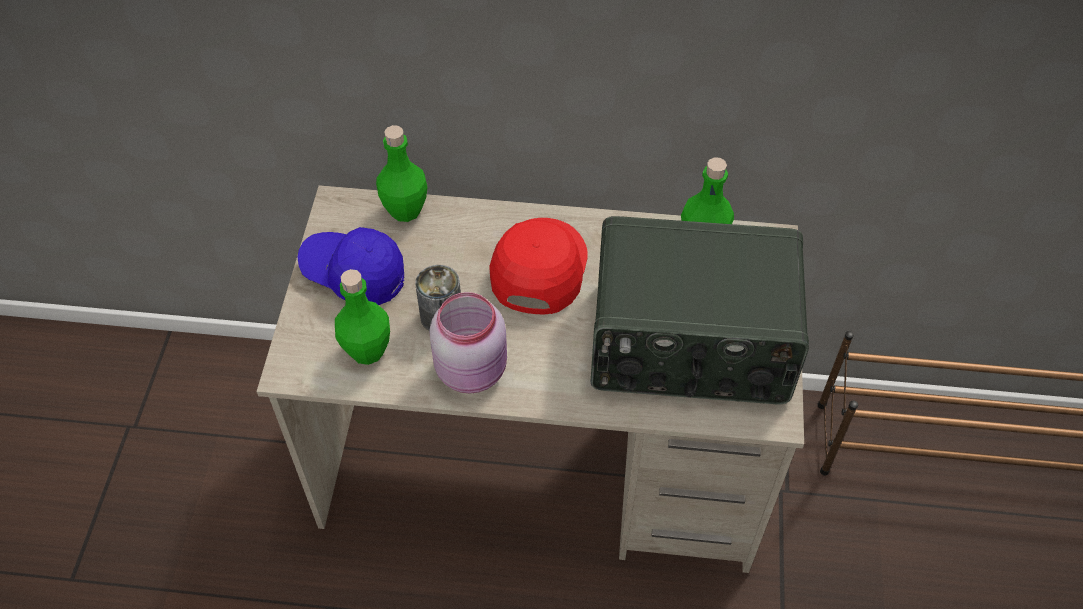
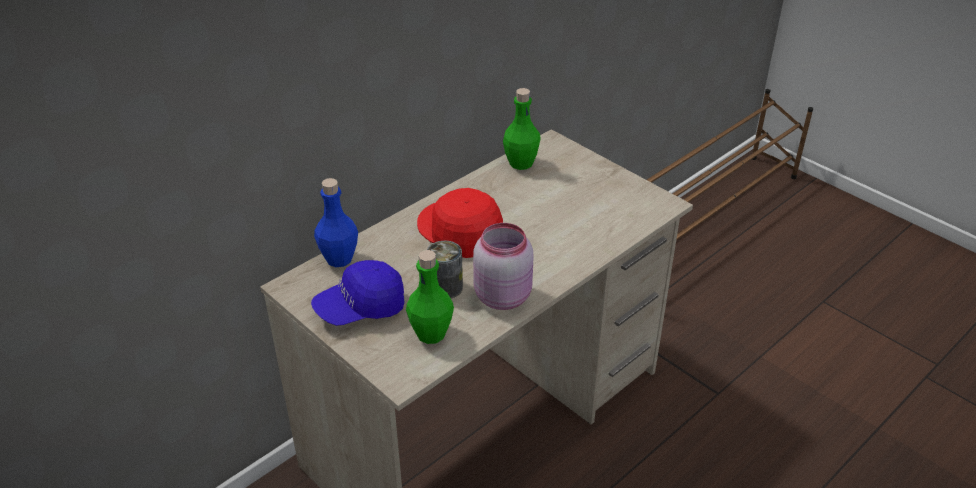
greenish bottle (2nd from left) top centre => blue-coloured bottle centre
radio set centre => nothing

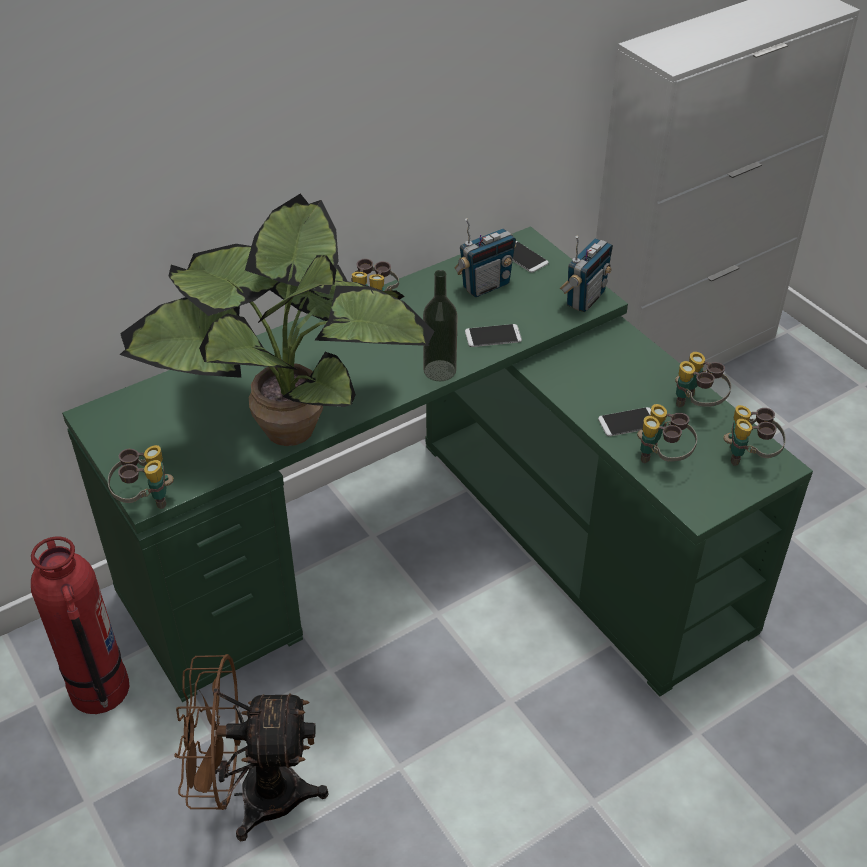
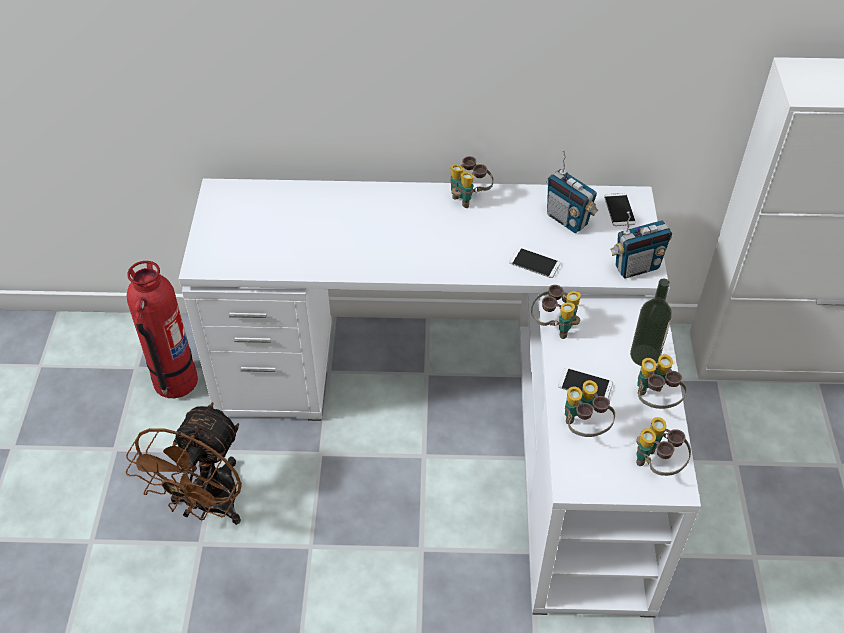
brownish electric fan bottom left, 105 degrees counterclockwise
greenish desk table centre => white desk table centre
pair of binoculars (1st from left in the first image) middle left => pair of binoculars (2nd from left) centre, moved
radio set (1st from left) top centre => radio set (1st from left) top right, 45 degrees clockwise
bottle centre => bottle middle right, moved
potted plant middle left => nothing

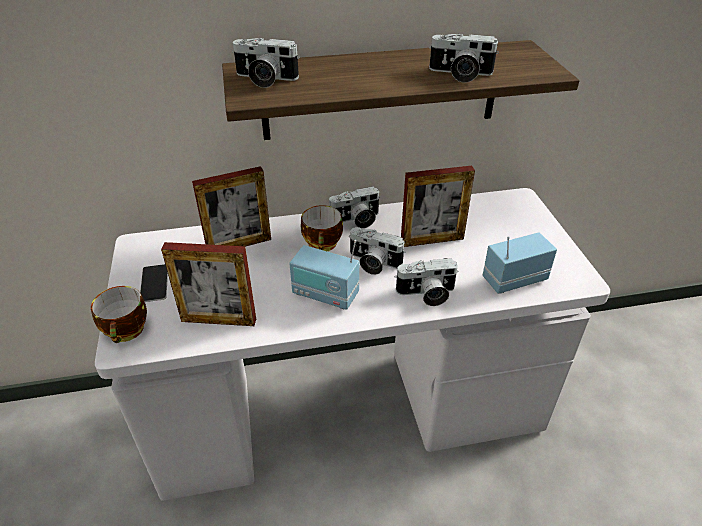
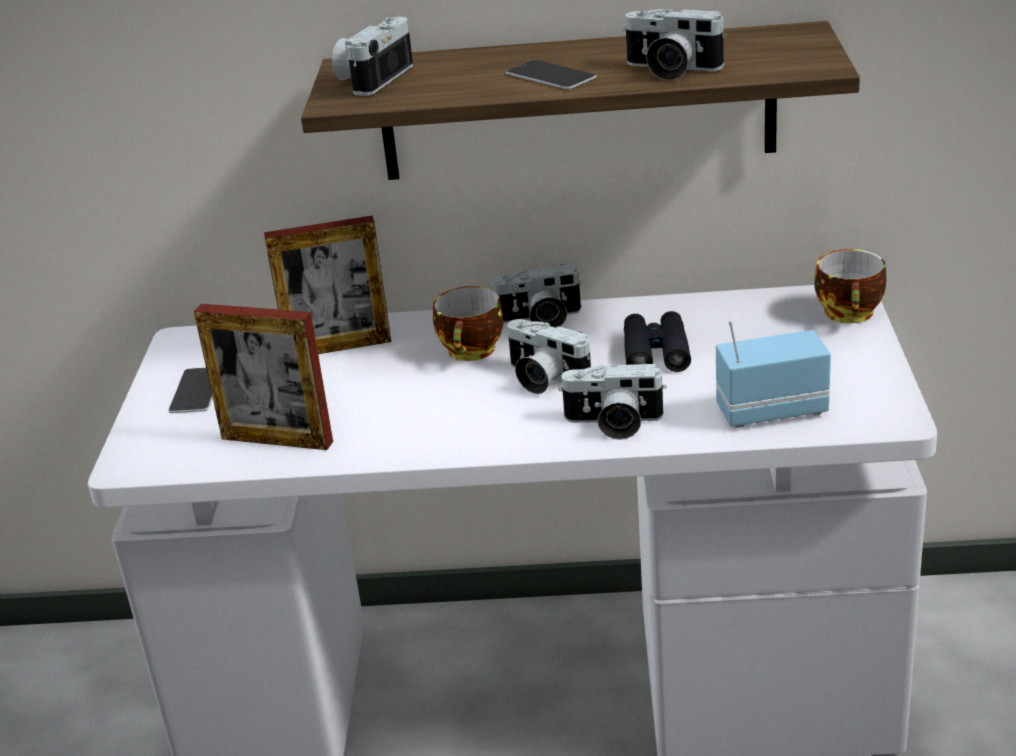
photo camera (1st from left) top centre, 90 degrees clockwise
nothing => phone (2nd from left) top centre
standing frame (3rd from left) centre => black pair of binoculars centre
drinking cup (1st from left in the first image) middle left => drinking cup (2nd from left) middle right, moved
radio set (1st from left) centre => nothing

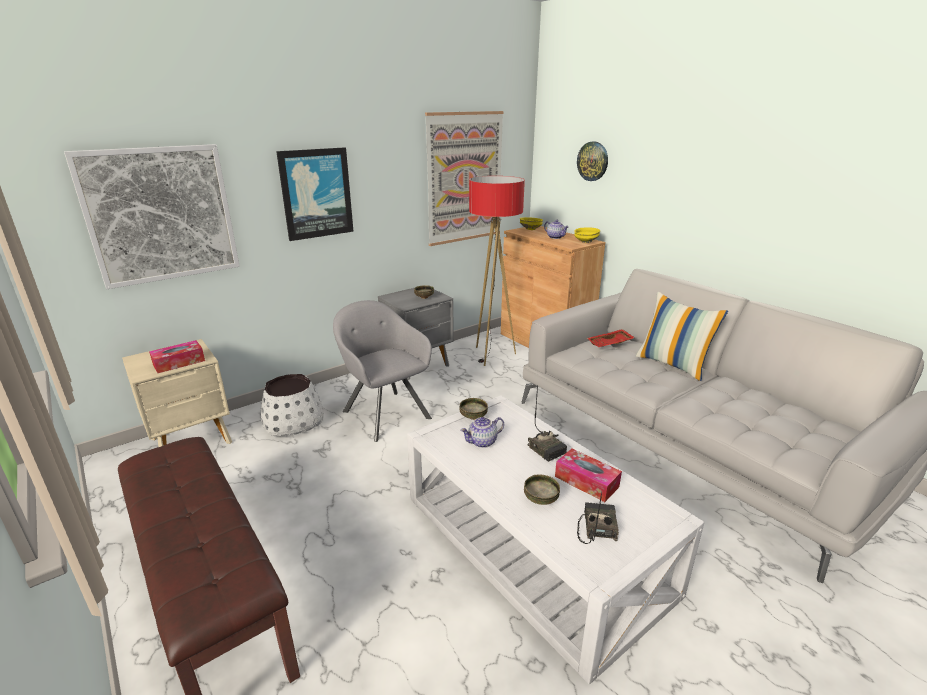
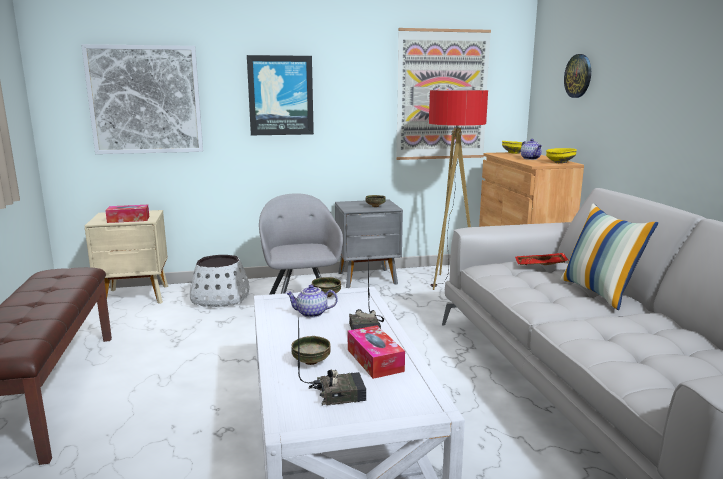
radio set (2nd from left in the first image) bottom centre => radio set (1st from left) bottom centre, 45 degrees clockwise

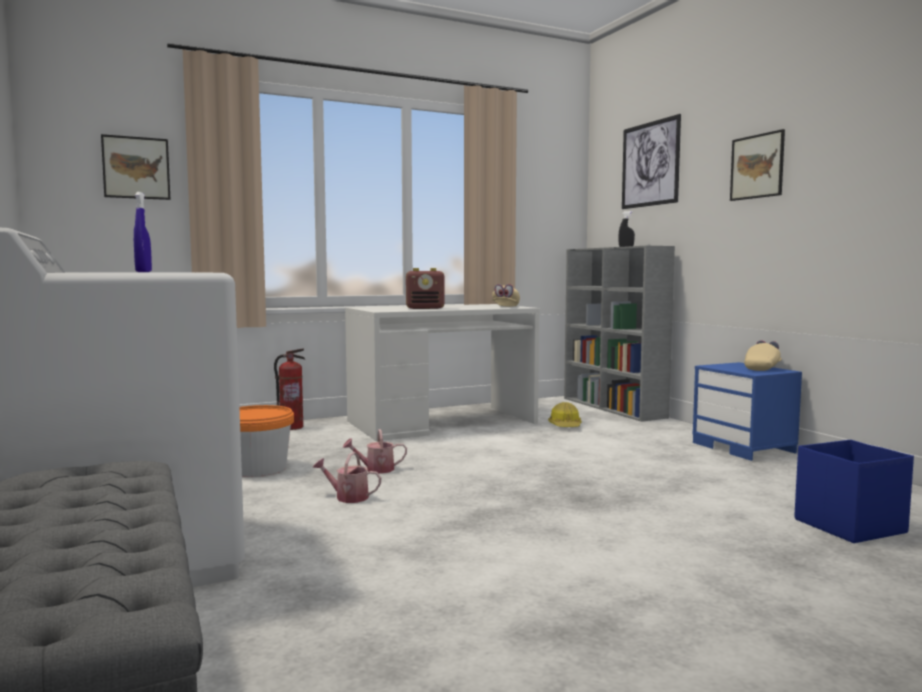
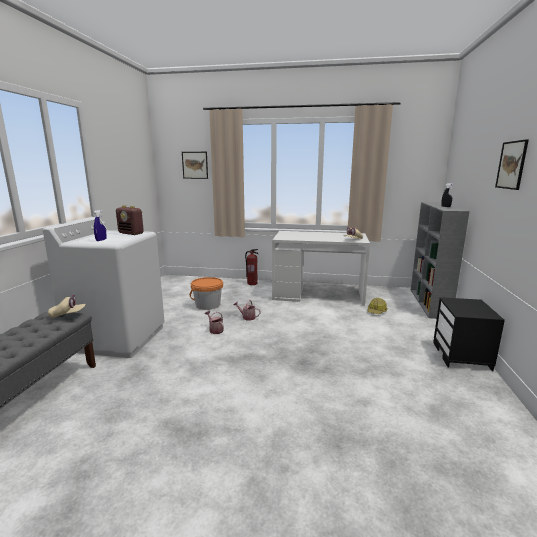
sand-coloured baseball cap (2nd from left in the first image) middle right => sand-coloured baseball cap (1st from left) middle left, moved
radio set centre => radio set middle left, moved
blue-coloured nightstand middle right => black nightstand middle right
wall picture (2nd from left) top right => nothing
blue-coloured storage container bottom right => nothing

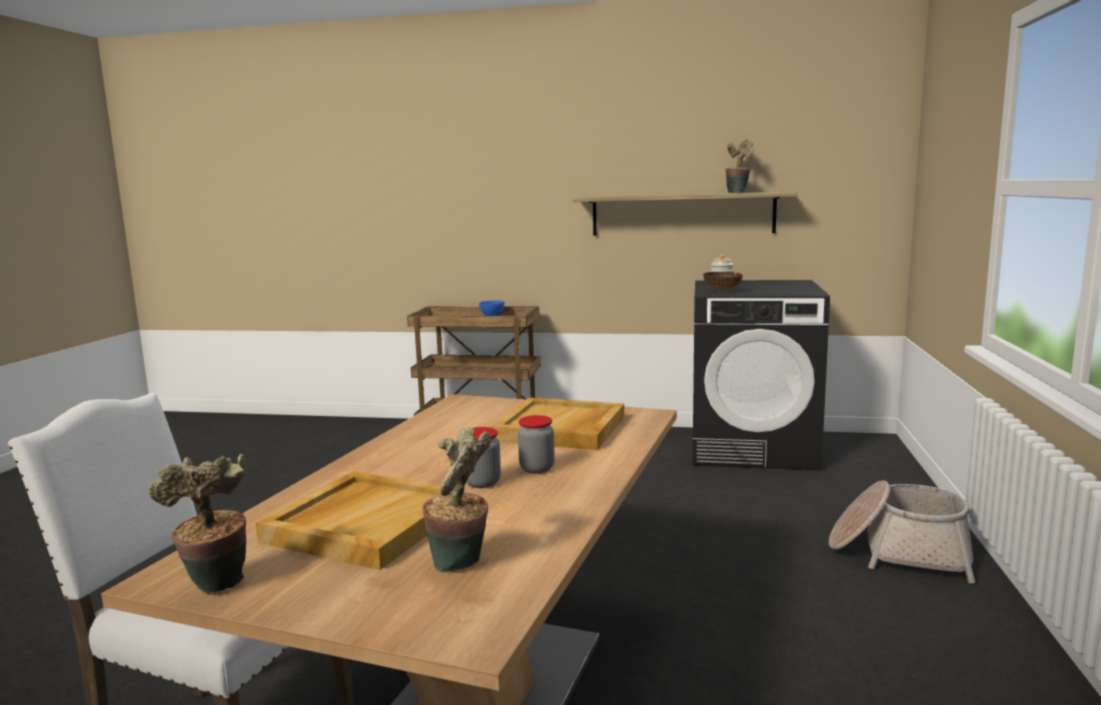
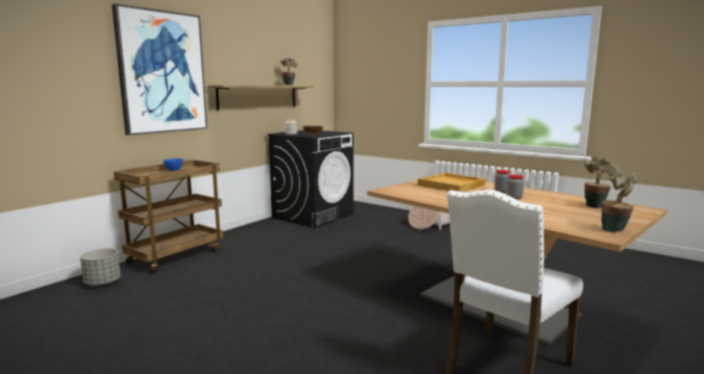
nothing => grey plant pot bottom left
nothing => wall picture top left
sand-coloured tray (1st from left) bottom left => nothing

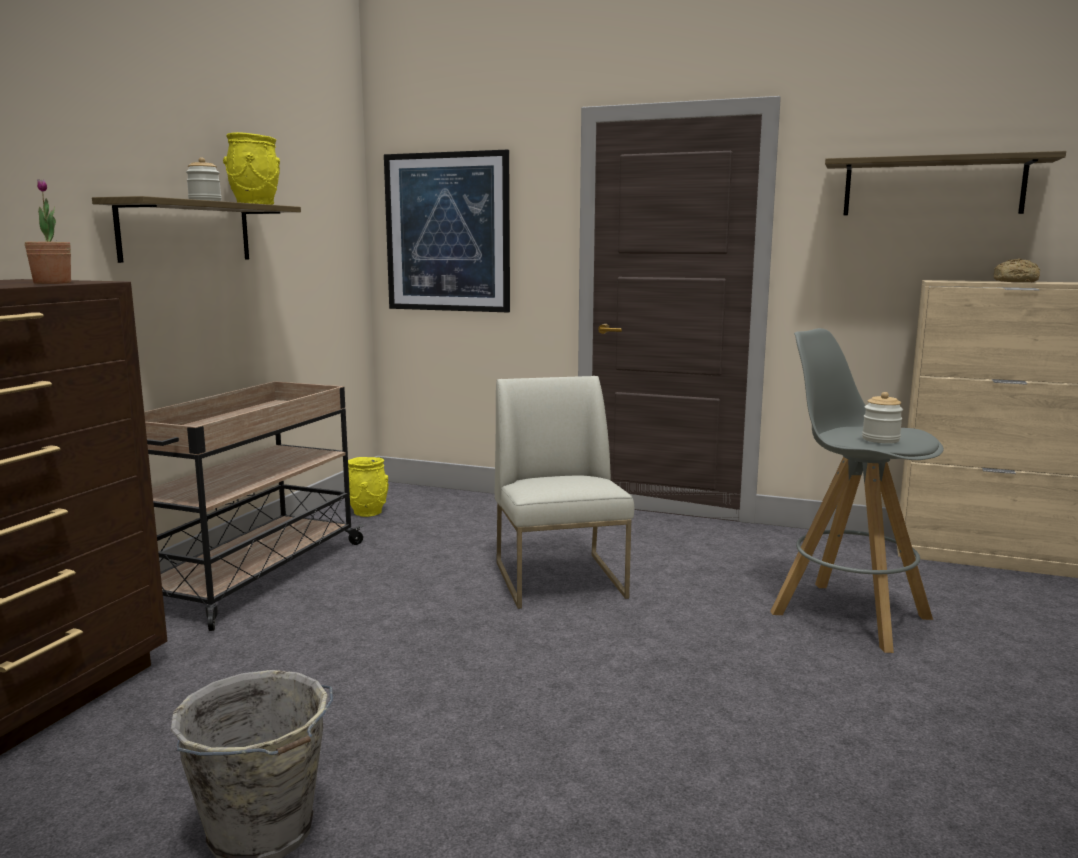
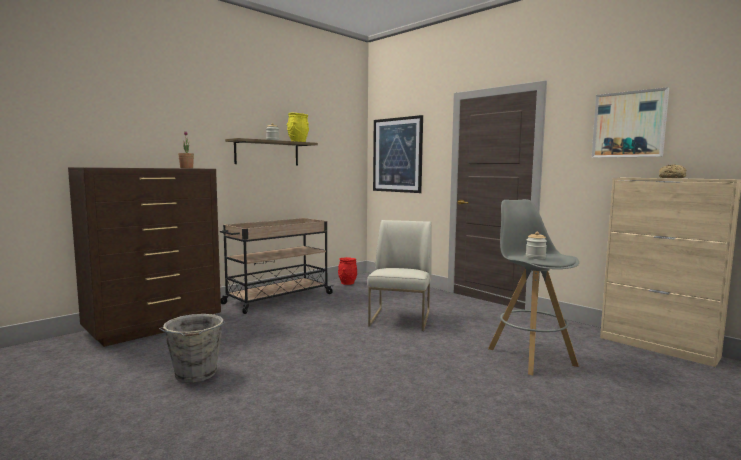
yellowish flower vase (2nd from left) centre => reddish flower vase centre
shelf (2nd from left) top right => wall picture (2nd from left) top right

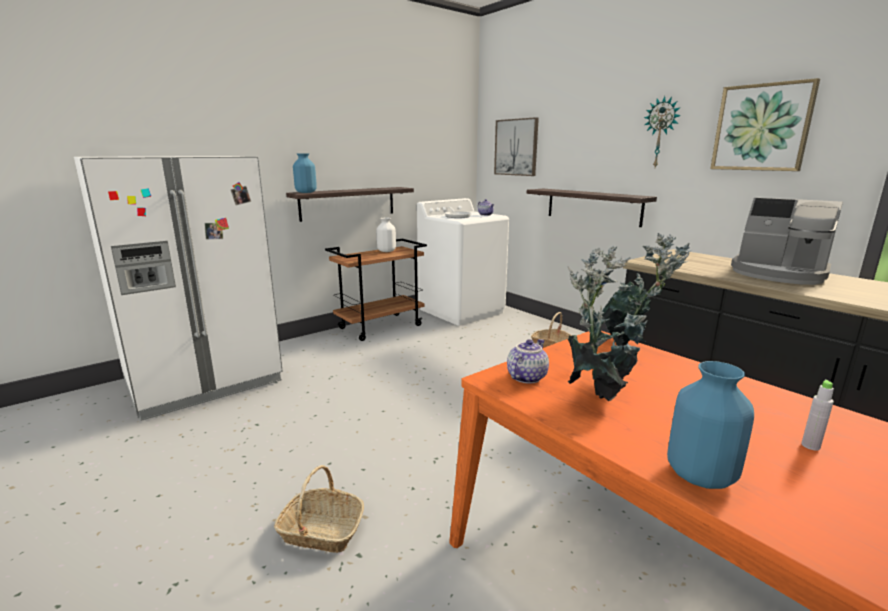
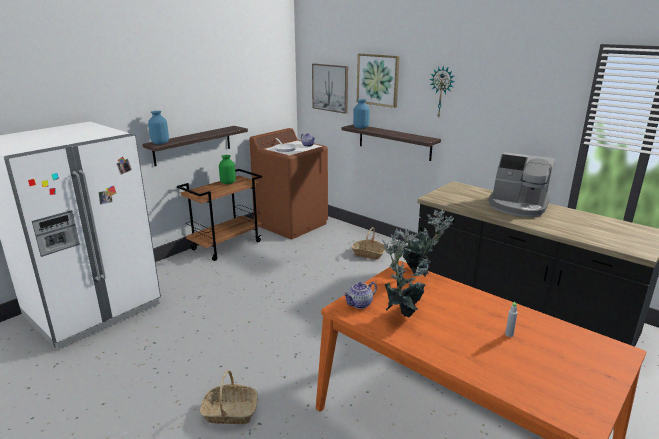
white flower vase centre => greenish flower vase centre
white laundry machine centre => brownish laundry machine centre
tea pot (2nd from left) centre => tea pot (2nd from left) bottom centre, 150 degrees counterclockwise
blue-coloured flower vase (2nd from left) bottom right => blue-coloured flower vase (2nd from left) top centre, moved
wall picture (2nd from left) top right => wall picture (2nd from left) top centre, moved

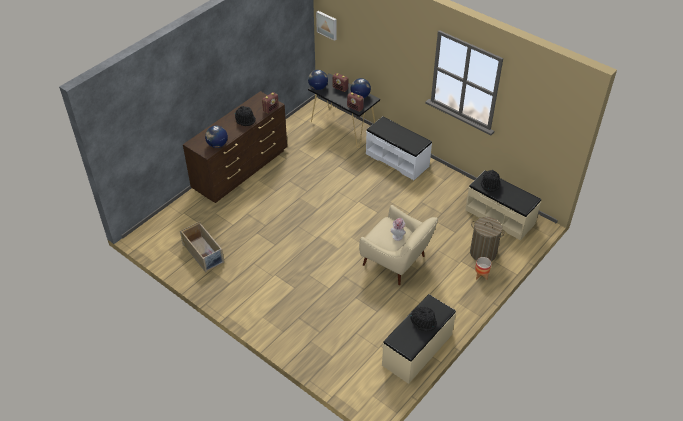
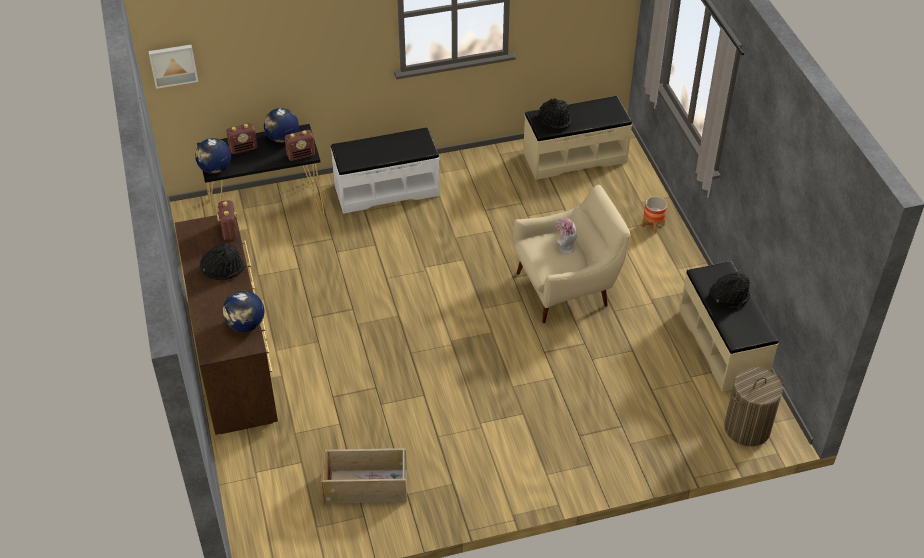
laundry basket middle right => laundry basket bottom right, moved

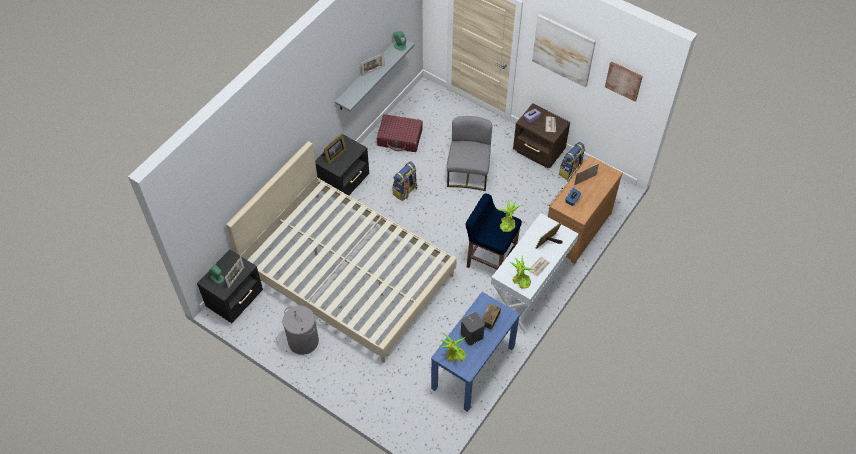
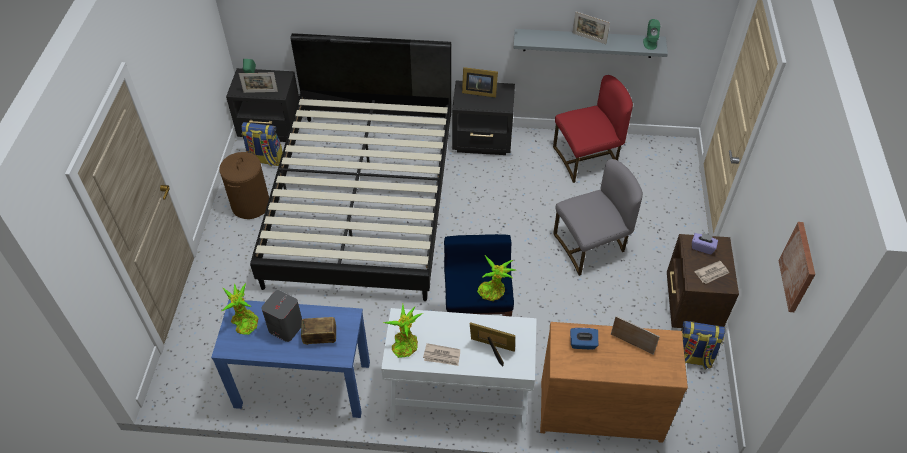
grey laundry basket bottom centre => brownish laundry basket middle left
rucksack (1st from left) centre => rucksack (1st from left) top left, moved
sand-coloured bedroom bed centre => black bedroom bed centre
reddish piece of luggage top centre => reddish plain chair top centre
wall picture (1st from left) top centre => nothing

